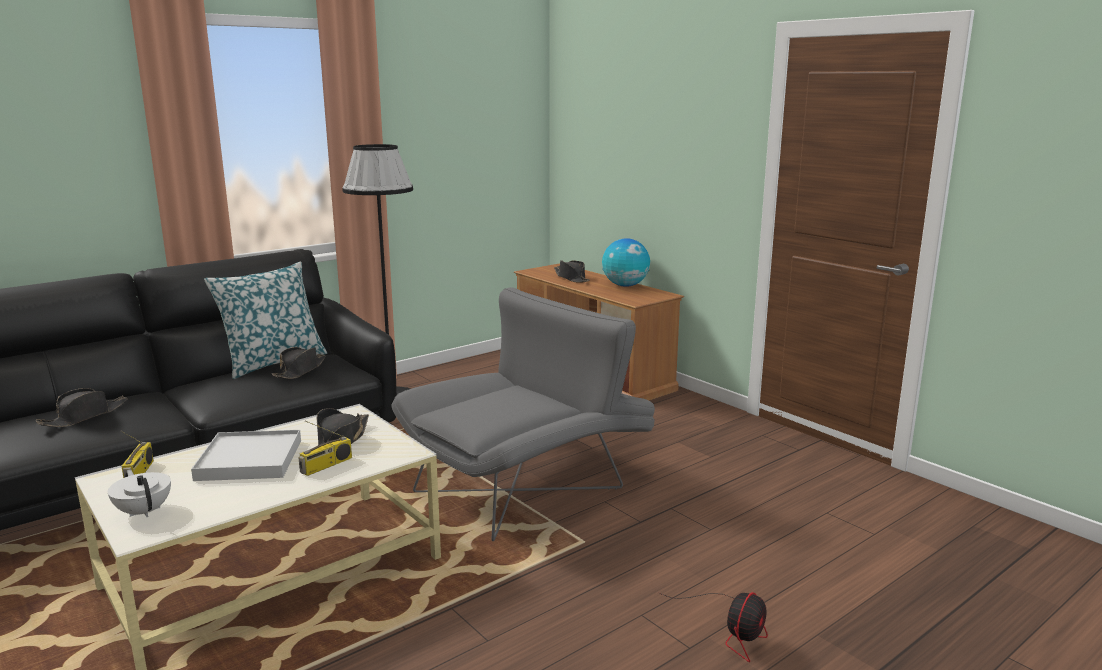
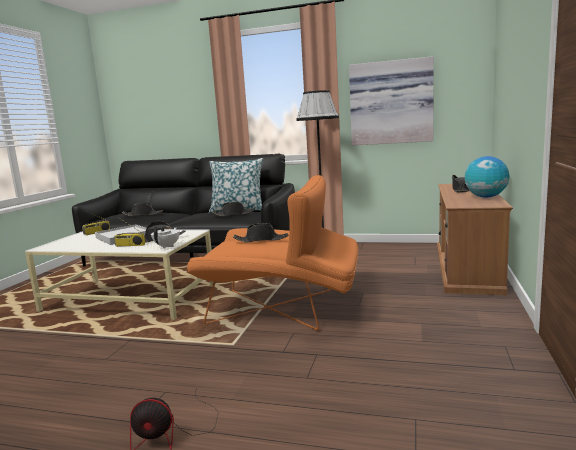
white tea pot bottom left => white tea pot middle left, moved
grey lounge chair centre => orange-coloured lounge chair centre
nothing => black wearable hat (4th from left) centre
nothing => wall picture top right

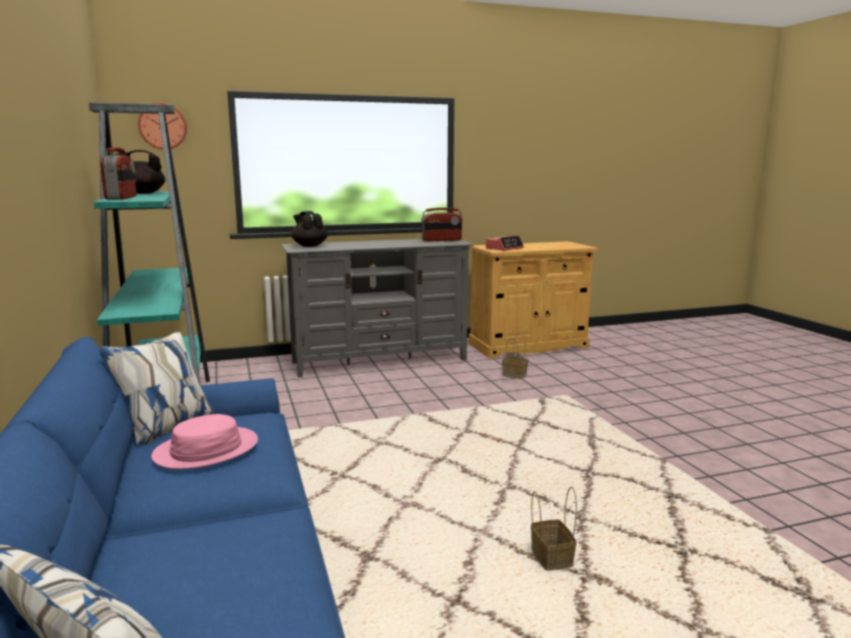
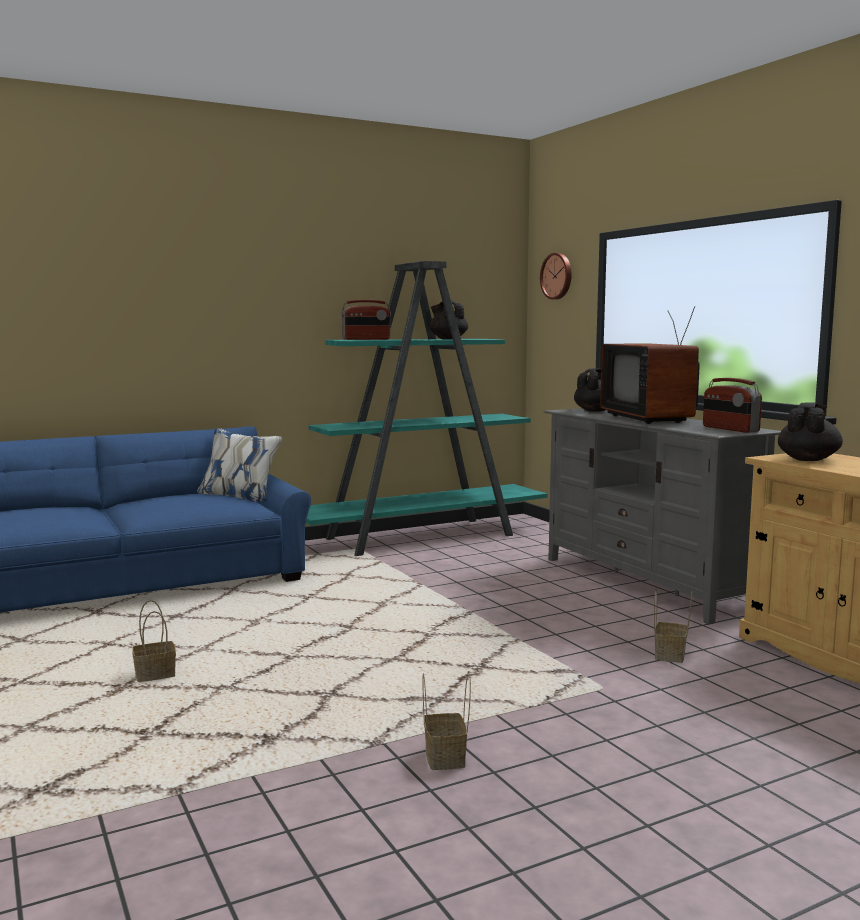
nothing => household basket (2nd from left) bottom centre
nothing => television middle right
bedside clock centre => black tea pot (3rd from left) middle right
pink wearable hat bottom left => nothing

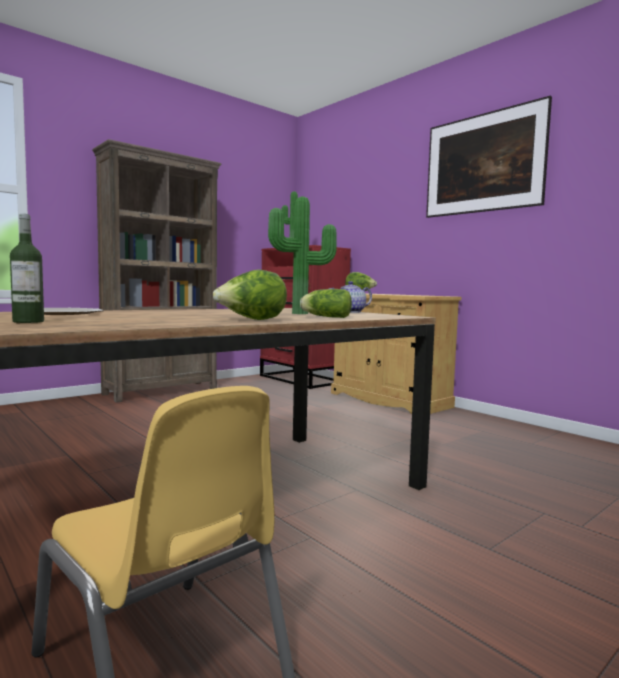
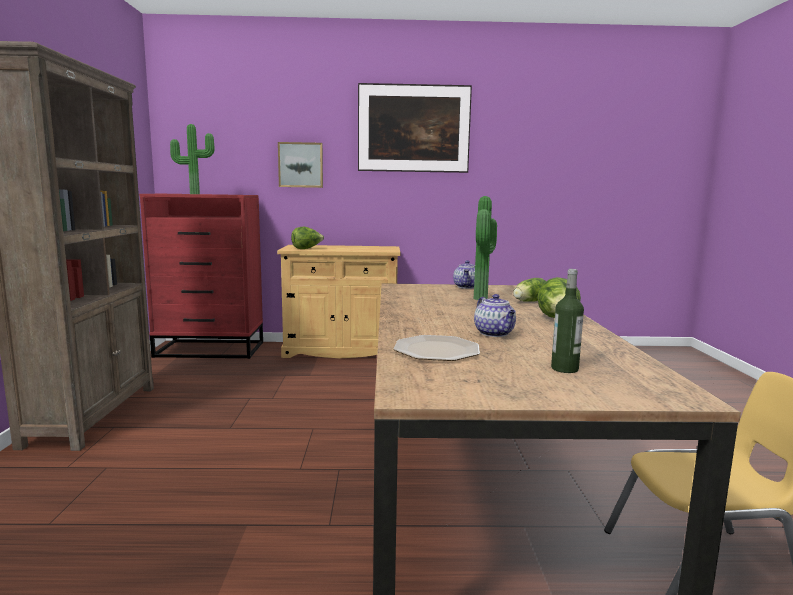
nothing => wall picture (1st from left) top centre
nothing => tea pot (2nd from left) centre

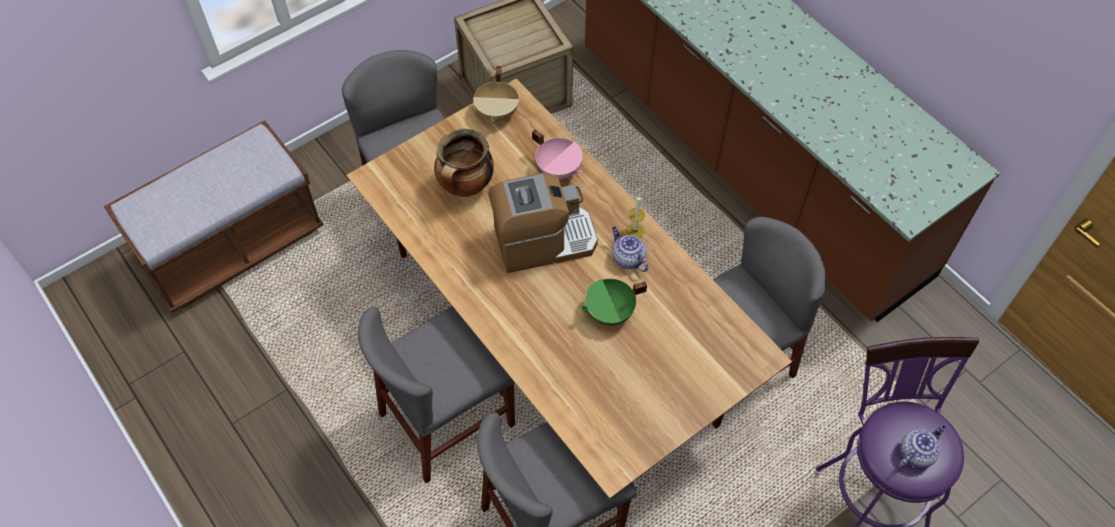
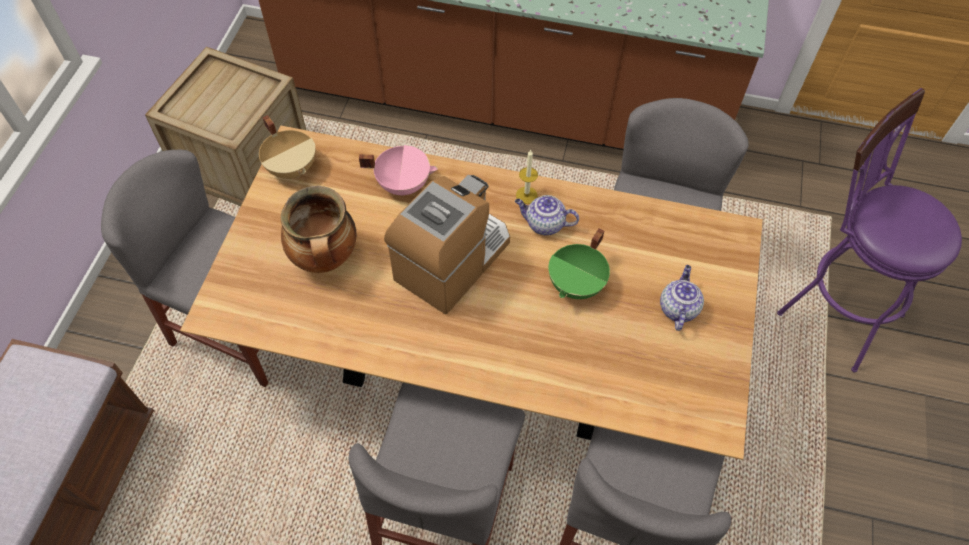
tea pot (2nd from left) bottom right => tea pot (2nd from left) middle right, moved

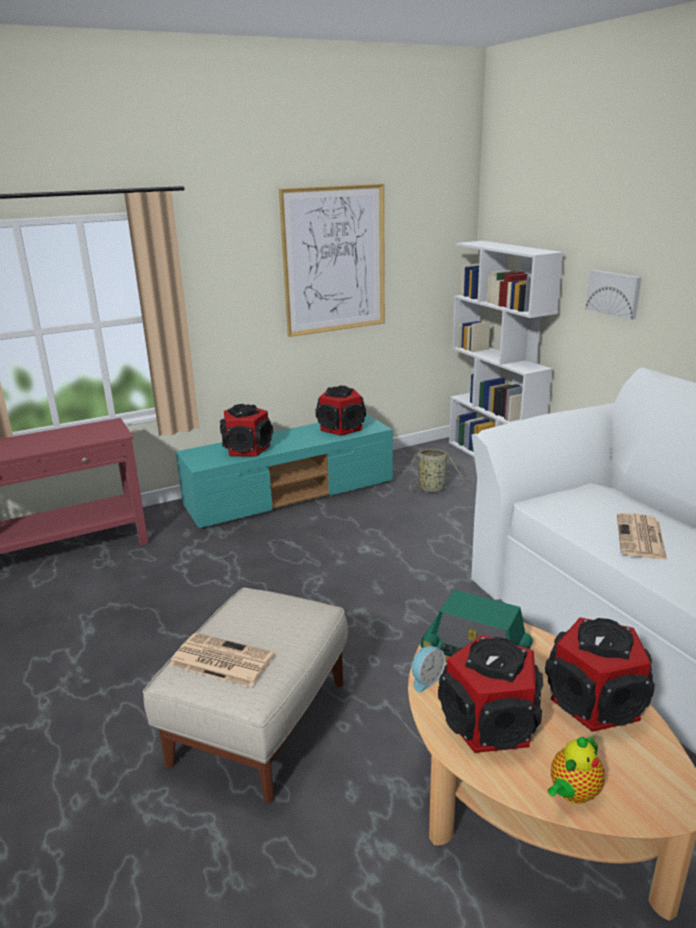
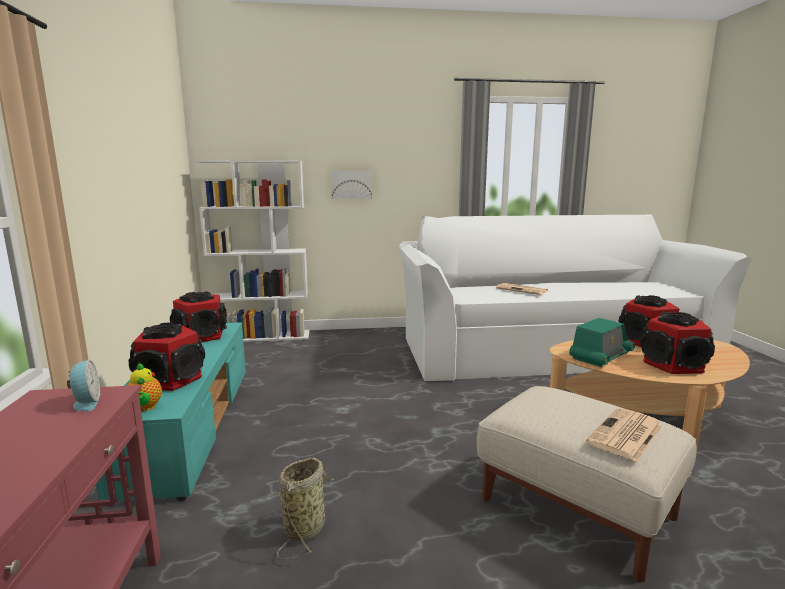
bedside clock bottom centre => bedside clock middle left, moved
tea pot bottom right => tea pot middle left, moved
household basket centre => household basket bottom centre, moved
wall picture (1st from left) top centre => nothing

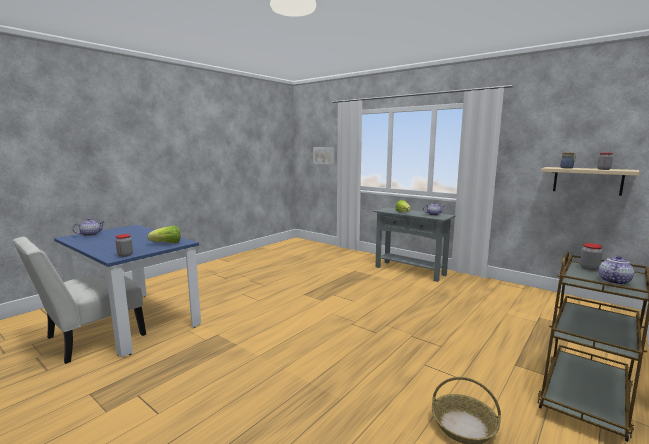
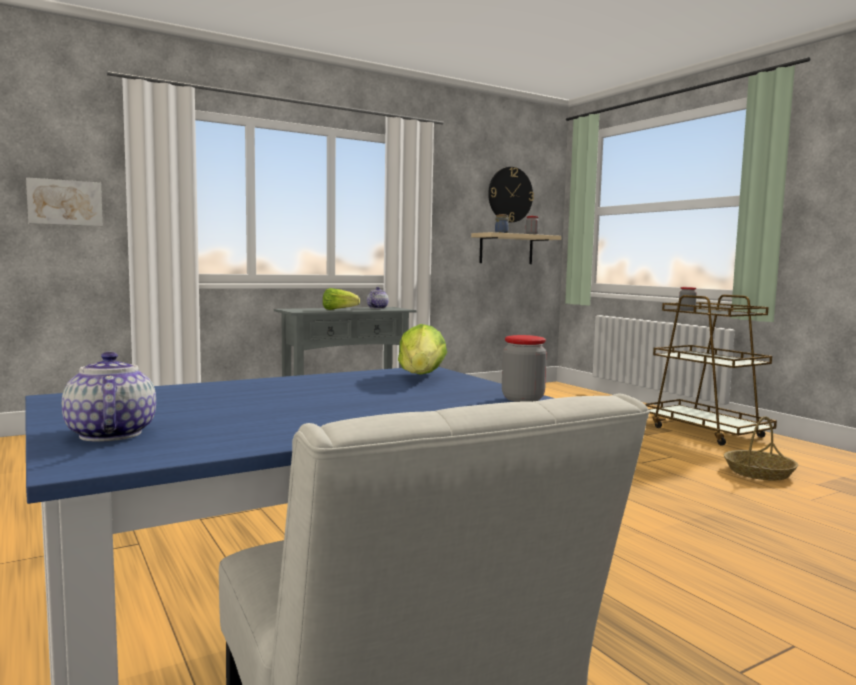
nothing => wall clock top centre
tea pot (3rd from left) middle right => nothing

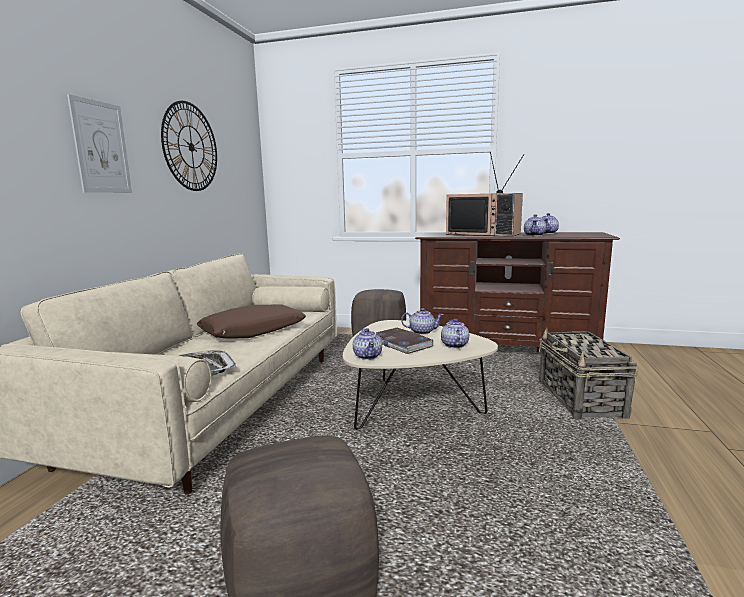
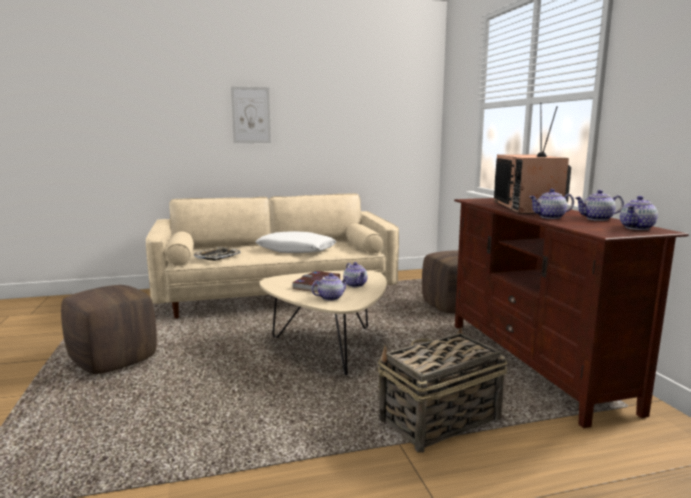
brownish pillow centre => white pillow centre
tea pot (1st from left in the first image) centre => tea pot (5th from left) middle right, moved
wall clock top left => nothing

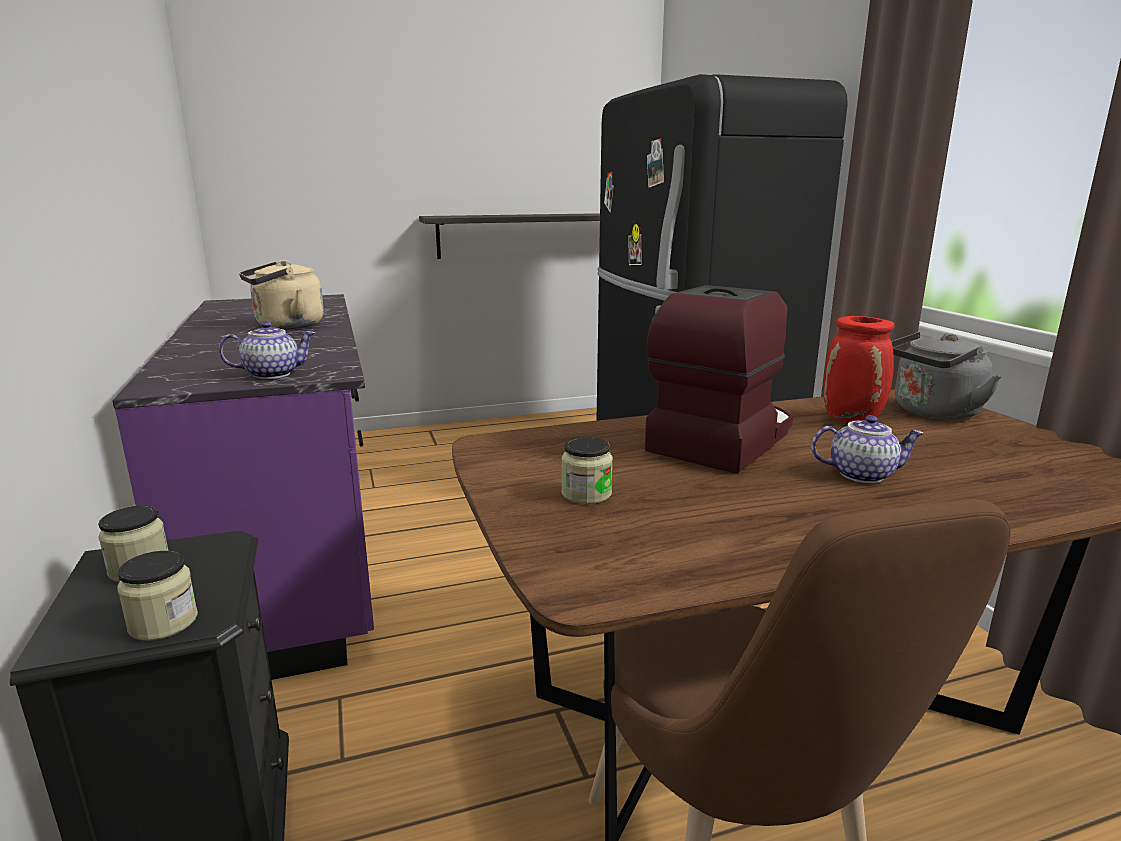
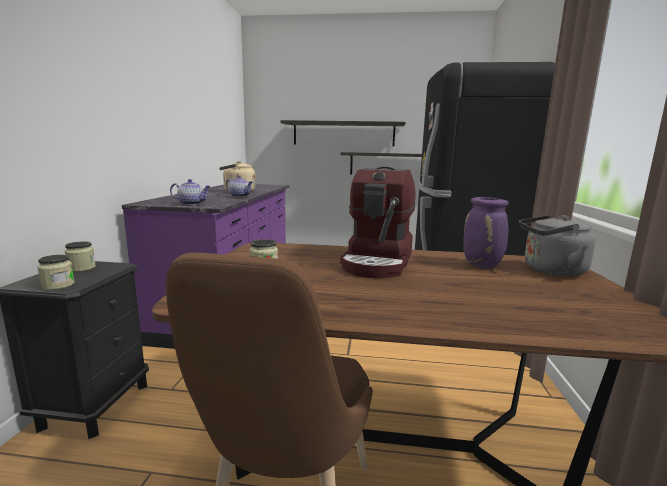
tea pot (2nd from left) middle right => tea pot (2nd from left) centre, moved
nothing => shelf (1st from left) top centre
coffee brewer centre, 135 degrees clockwise
reddish flower vase middle right => purplish flower vase middle right

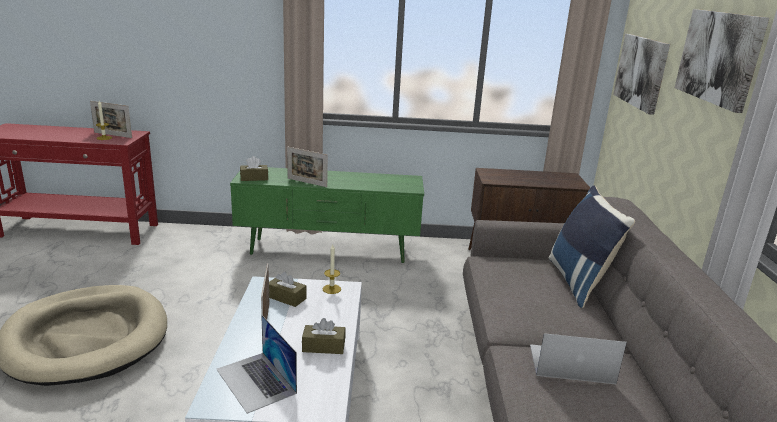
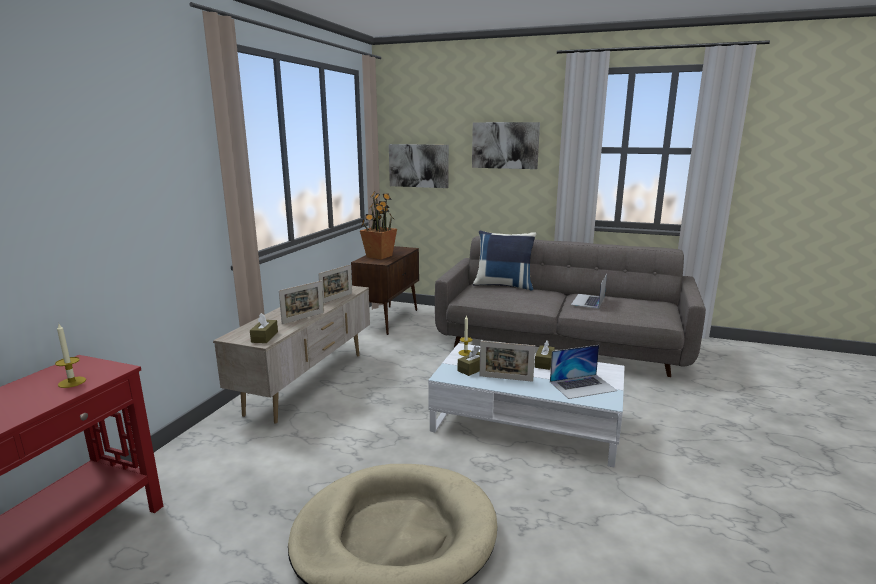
greenish media console centre => sand-coloured media console middle left
standing frame (1st from left in the first image) top left => standing frame (2nd from left) centre, moved
nothing => potted plant centre

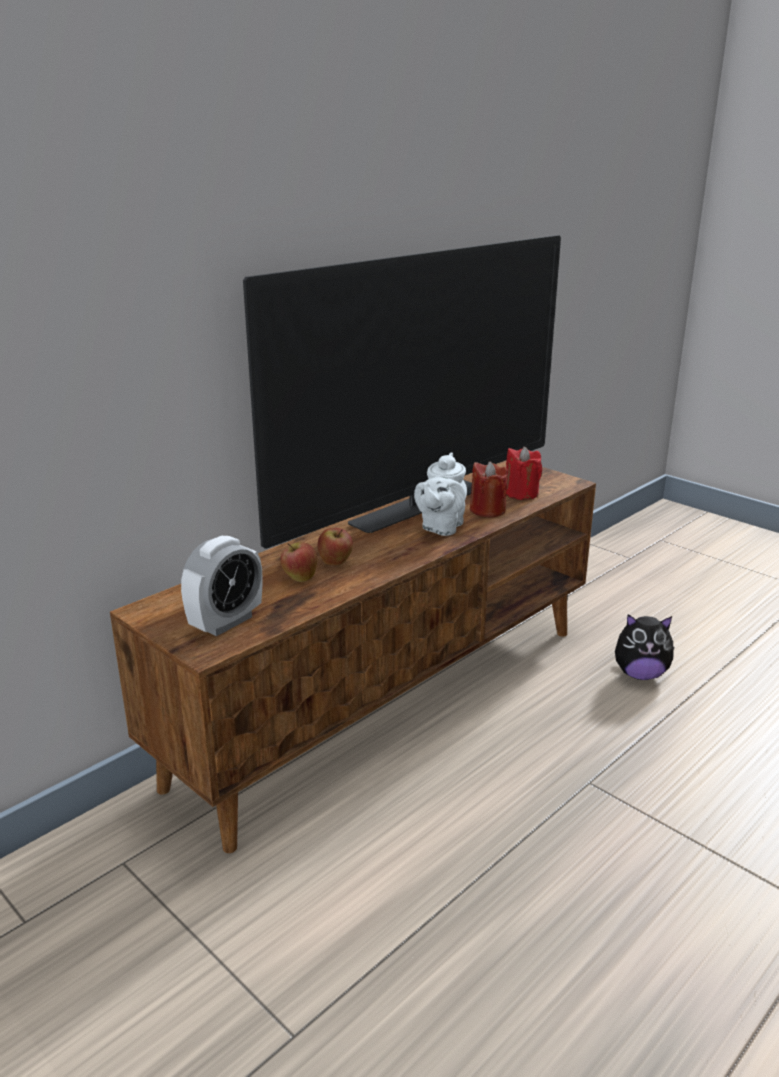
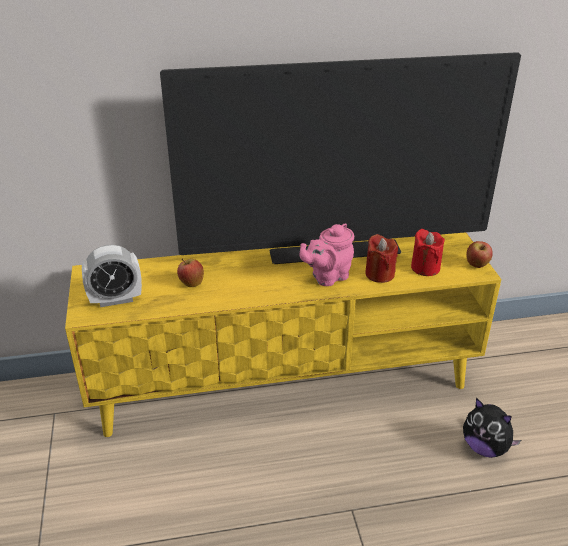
brownish media console centre => yellowish media console centre
white tea pot centre => pink tea pot centre
apple fruit (2nd from left) centre => apple fruit (2nd from left) middle right, moved

